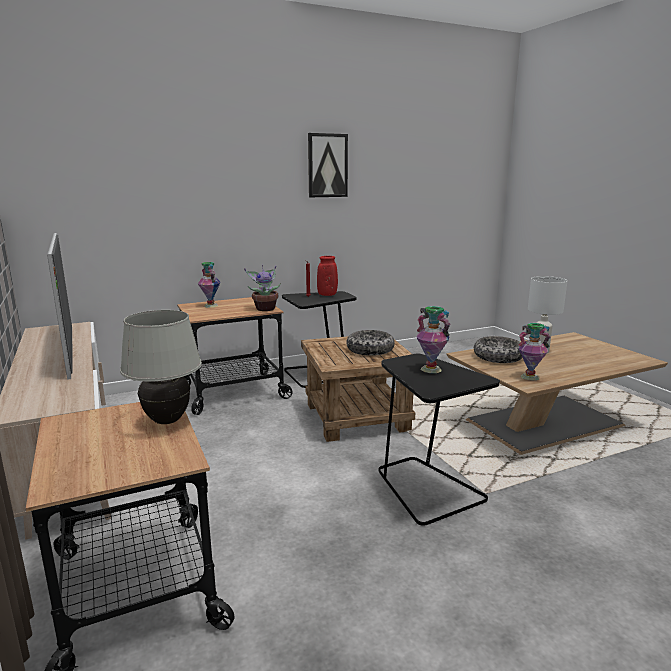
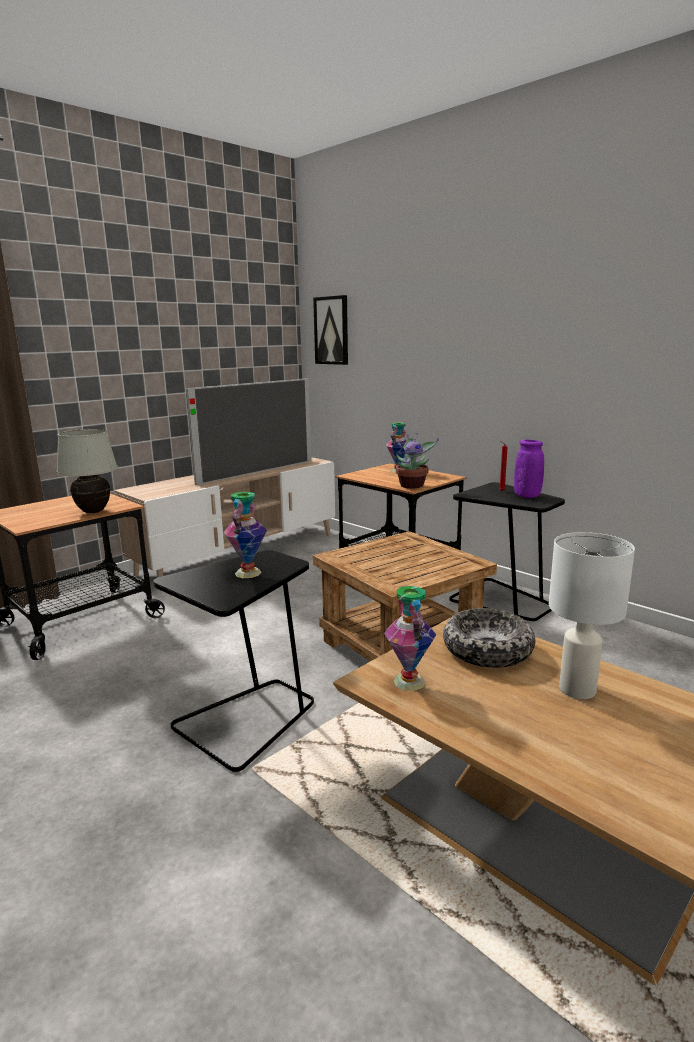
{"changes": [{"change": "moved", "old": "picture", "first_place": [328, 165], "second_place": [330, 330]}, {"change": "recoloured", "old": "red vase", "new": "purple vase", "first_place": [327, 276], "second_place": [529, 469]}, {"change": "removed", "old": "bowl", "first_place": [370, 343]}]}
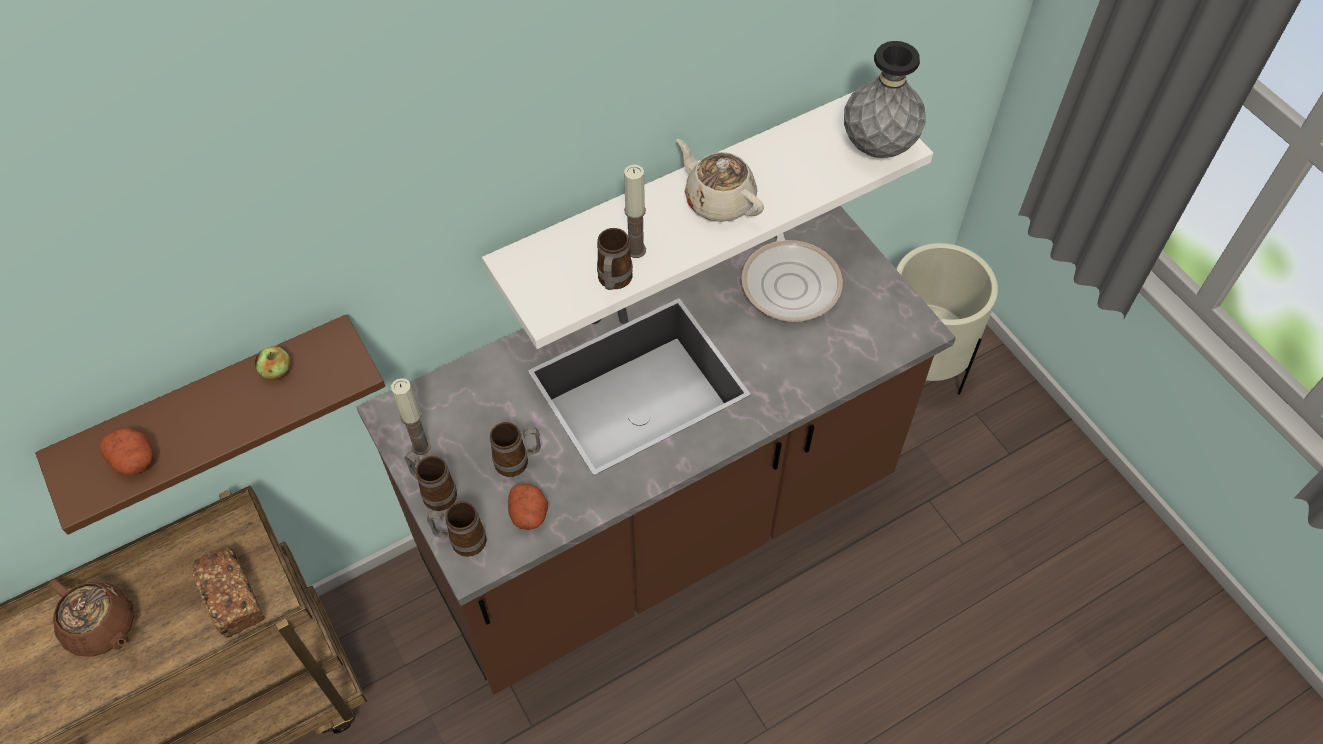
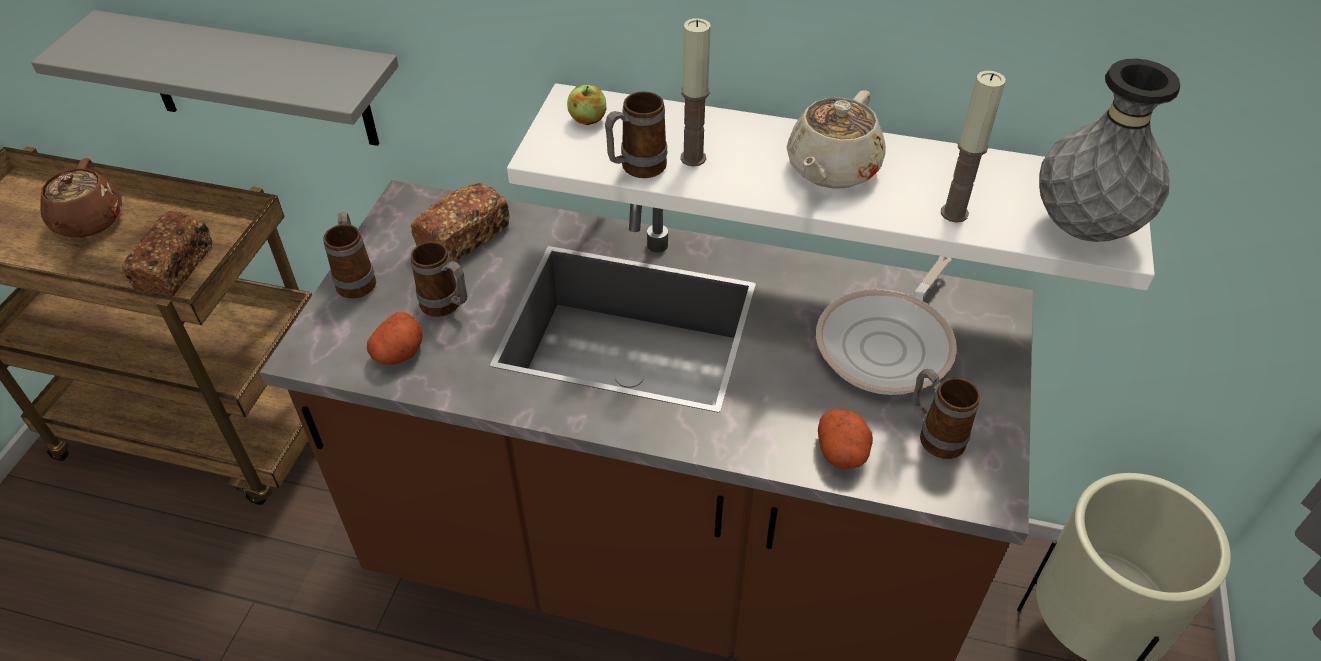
{"changes": [{"change": "recoloured", "old": "brown shelf", "new": "grey shelf", "first_place": [210, 424], "second_place": [214, 78]}, {"change": "moved", "old": "potato", "first_place": [126, 452], "second_place": [845, 439]}, {"change": "moved", "old": "apple", "first_place": [272, 363], "second_place": [587, 105]}, {"change": "moved", "old": "candle", "first_place": [411, 416], "second_place": [973, 147]}, {"change": "moved", "old": "mug", "first_place": [457, 529], "second_place": [945, 414]}, {"change": "turned", "old": "beige teapot", "first_place": [720, 180], "second_place": [836, 139], "degrees": -150}, {"change": "added", "new": "bread", "second_place": [460, 222]}]}
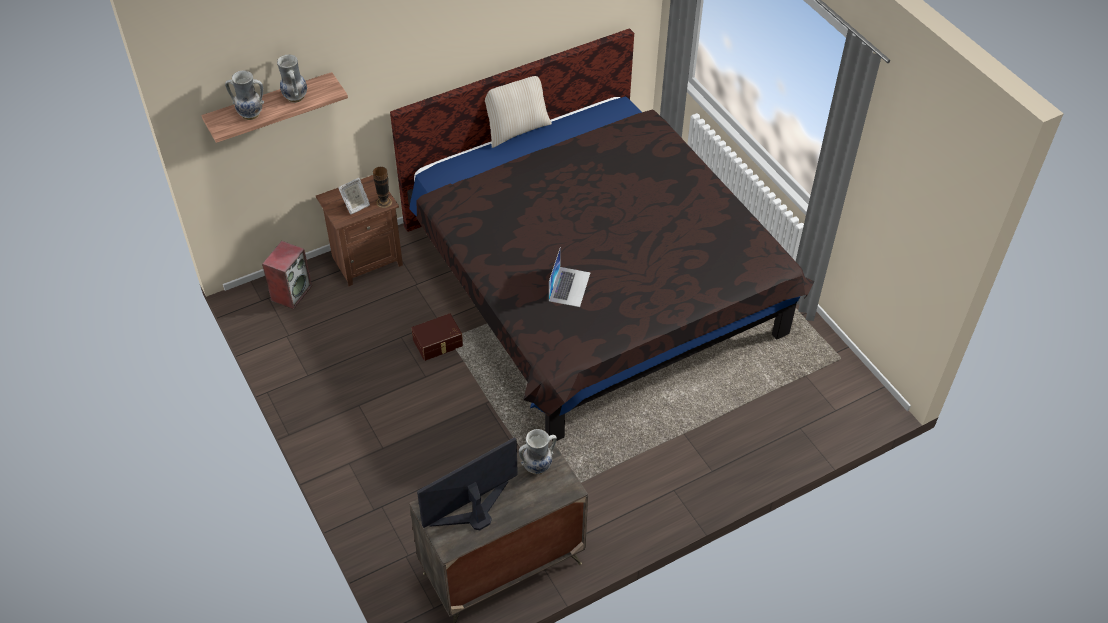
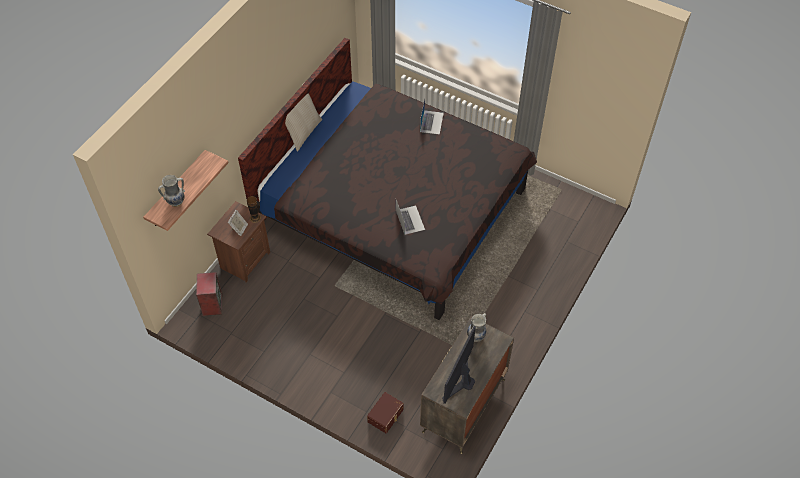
{"changes": [{"change": "removed", "old": "vase", "first_place": [292, 79]}, {"change": "moved", "old": "brown storage box", "first_place": [437, 337], "second_place": [385, 412]}, {"change": "added", "new": "laptop", "second_place": [432, 117]}]}
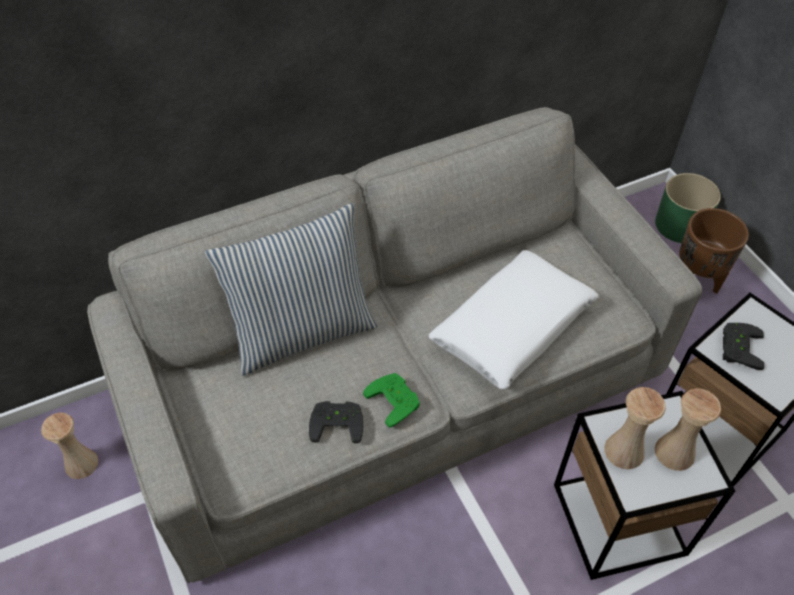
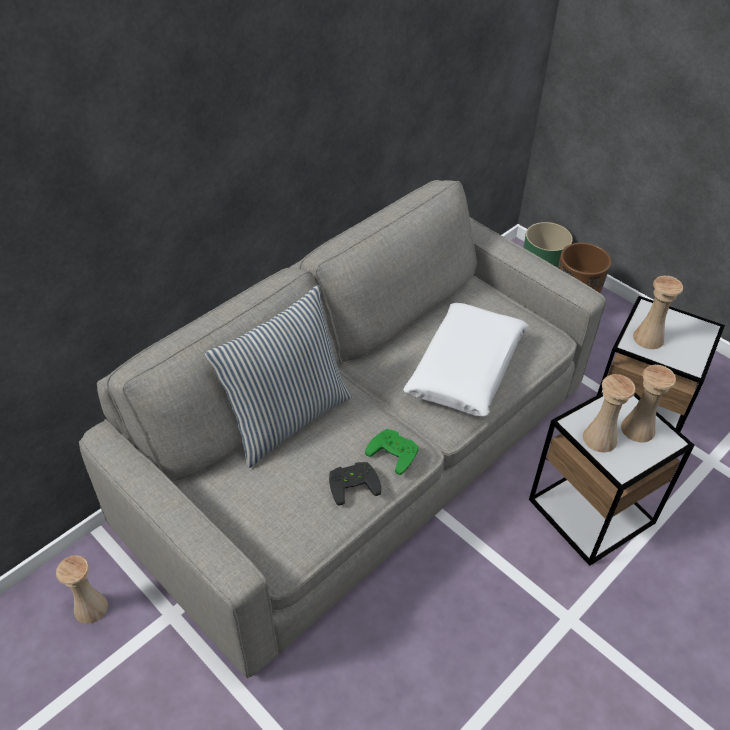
{"changes": [{"change": "replaced", "old": "black game controller", "new": "beige vase", "first_place": [743, 346], "second_place": [658, 312]}]}
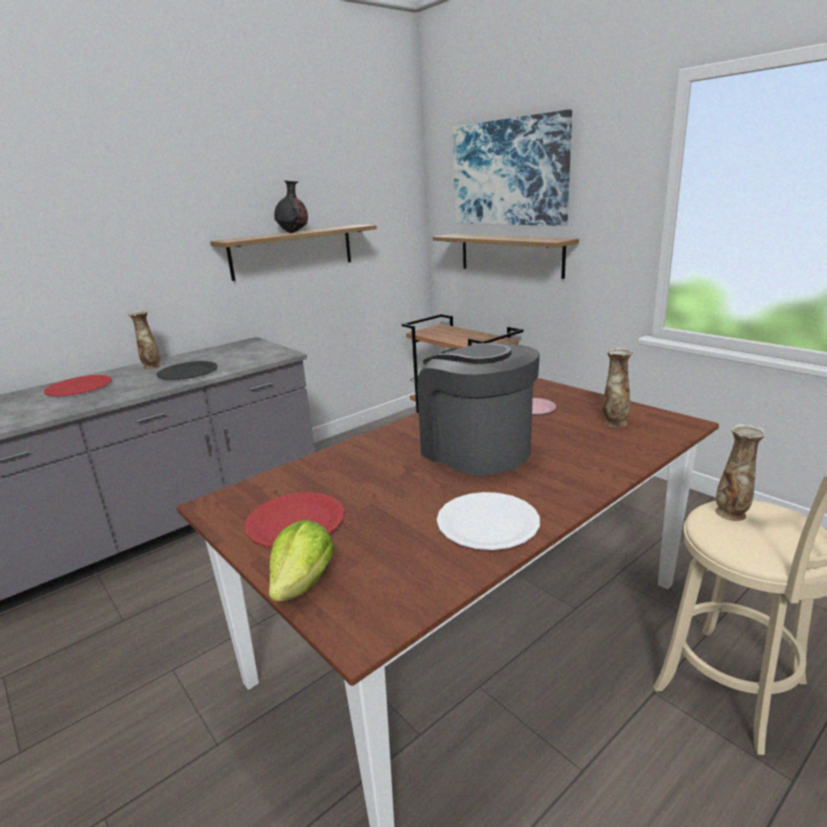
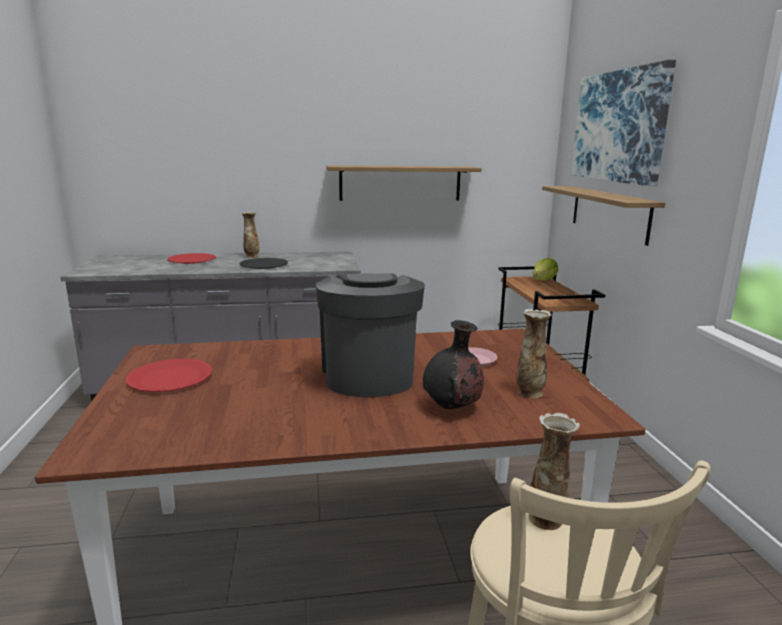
{"changes": [{"change": "moved", "old": "lettuce", "first_place": [302, 560], "second_place": [545, 269]}, {"change": "moved", "old": "black vase", "first_place": [291, 206], "second_place": [453, 364]}, {"change": "removed", "old": "white plate", "first_place": [488, 521]}]}
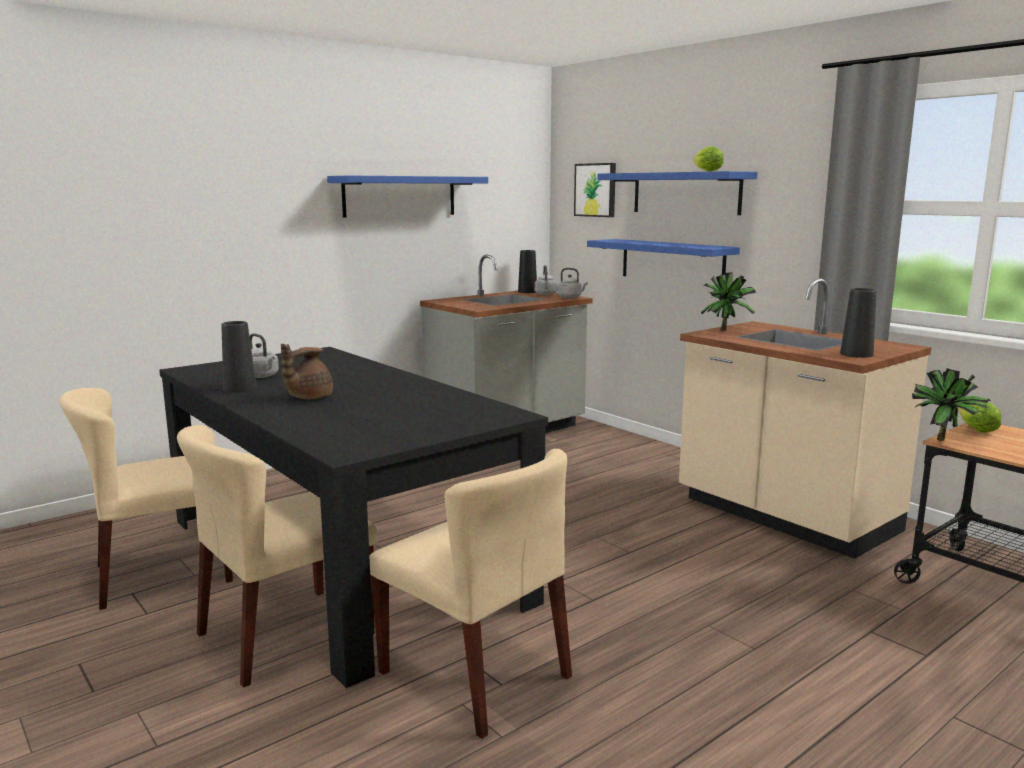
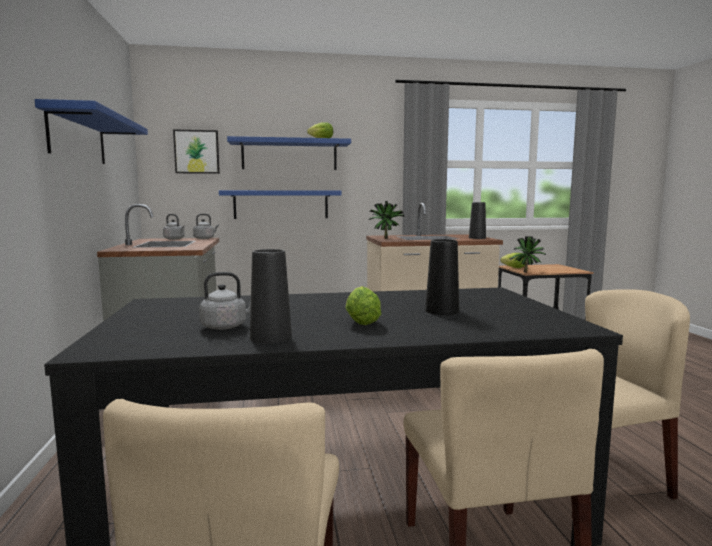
{"changes": [{"change": "replaced", "old": "brown teapot", "new": "lettuce", "first_place": [307, 371], "second_place": [363, 305]}, {"change": "moved", "old": "black vase", "first_place": [527, 271], "second_place": [442, 277]}]}
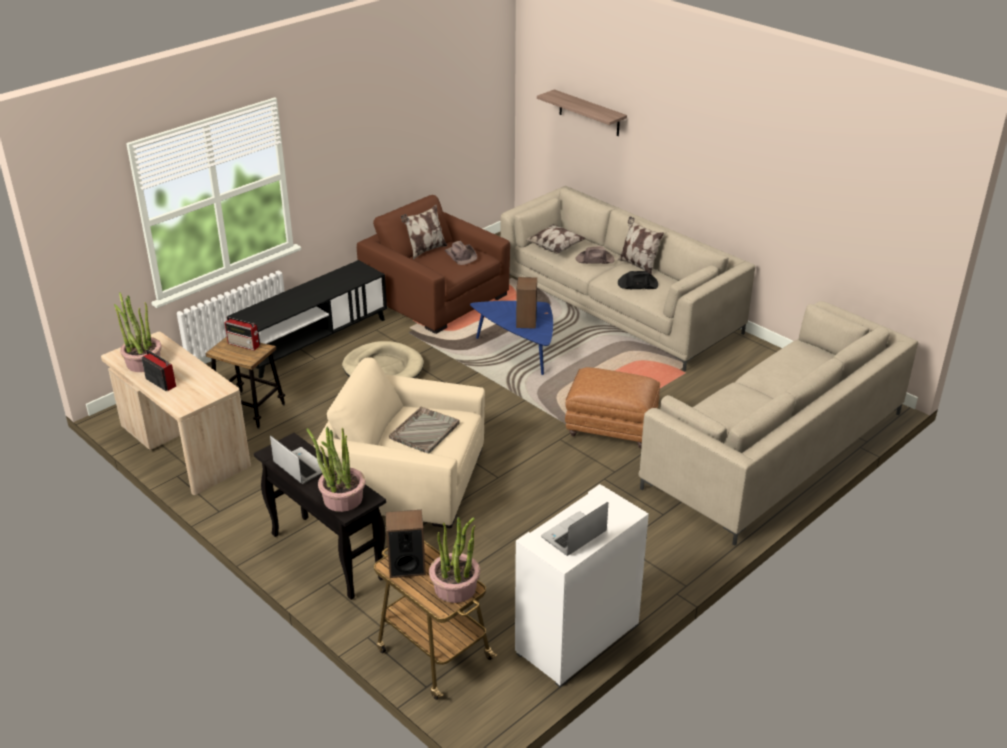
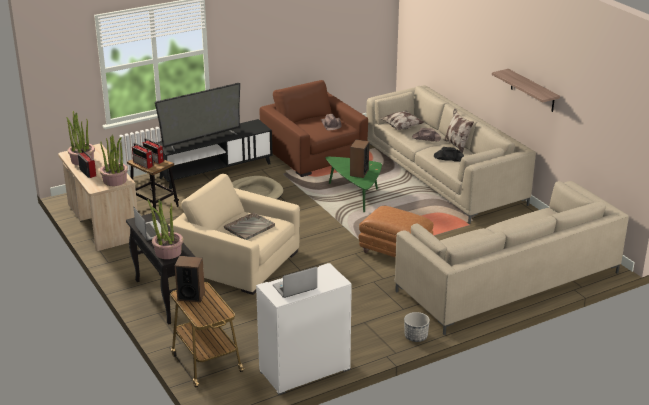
{"changes": [{"change": "removed", "old": "pillow", "first_place": [424, 231]}, {"change": "moved", "old": "potted plant", "first_place": [454, 560], "second_place": [114, 160]}, {"change": "recoloured", "old": "blue coffee table", "new": "green coffee table", "first_place": [511, 338], "second_place": [353, 184]}, {"change": "moved", "old": "shelf", "first_place": [582, 112], "second_place": [526, 90]}, {"change": "added", "new": "radio", "second_place": [143, 156]}, {"change": "added", "new": "television", "second_place": [197, 117]}, {"change": "added", "new": "planter", "second_place": [417, 327]}]}
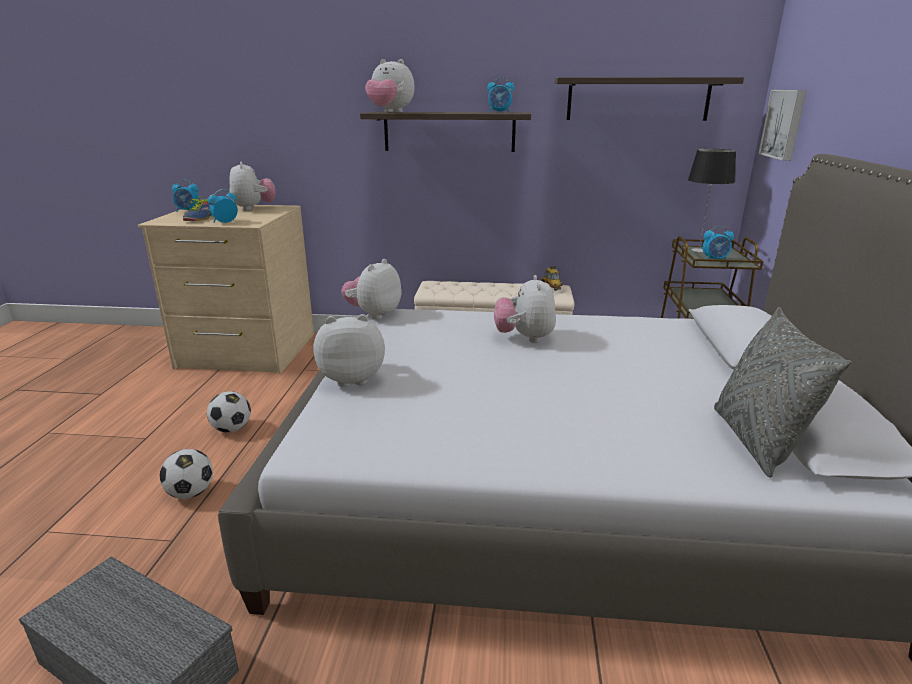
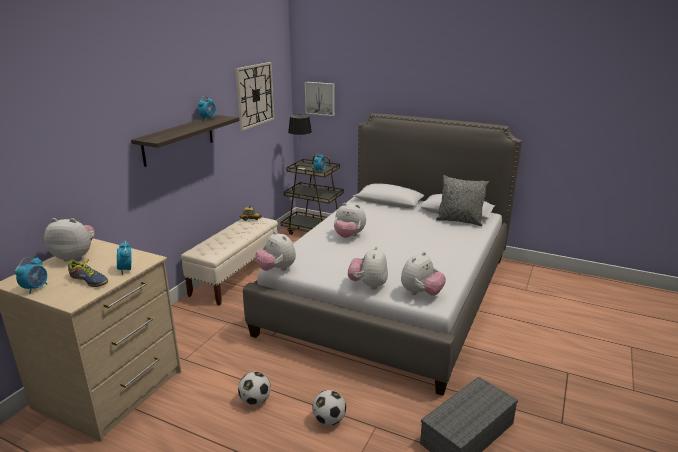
{"changes": [{"change": "moved", "old": "plush toy", "first_place": [389, 85], "second_place": [423, 274]}, {"change": "replaced", "old": "shelf", "new": "wall clock", "first_place": [649, 99], "second_place": [254, 96]}]}
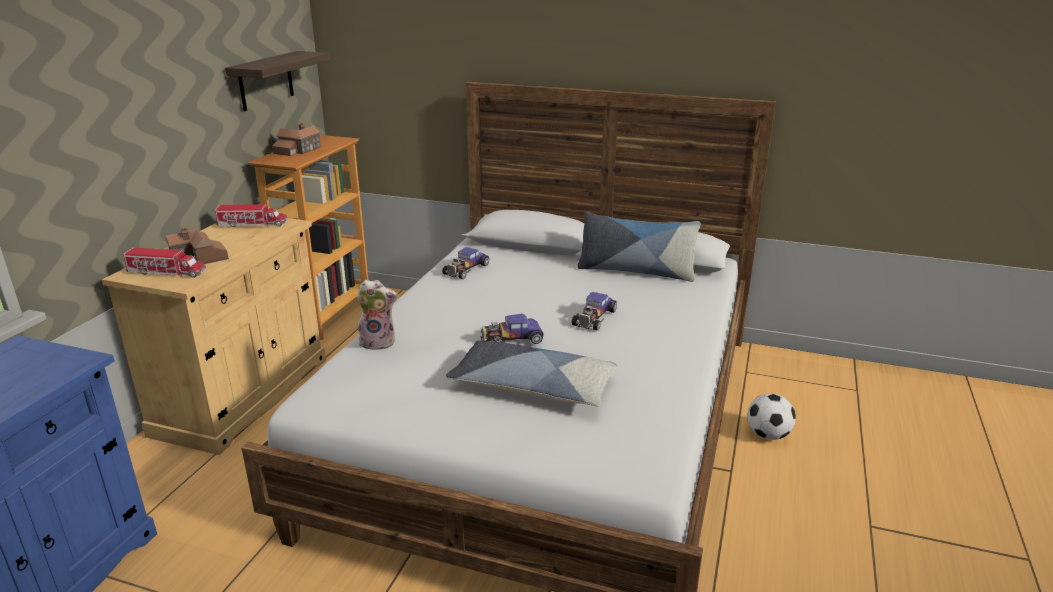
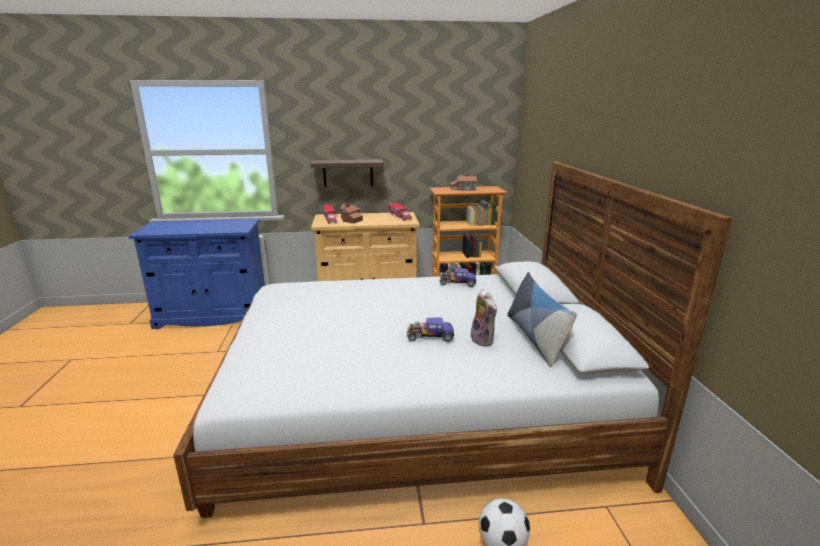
{"changes": [{"change": "moved", "old": "shelf", "first_place": [277, 81], "second_place": [347, 173]}, {"change": "moved", "old": "plush toy", "first_place": [377, 315], "second_place": [484, 317]}, {"change": "removed", "old": "pillow", "first_place": [531, 373]}, {"change": "removed", "old": "toy car", "first_place": [512, 329]}]}
